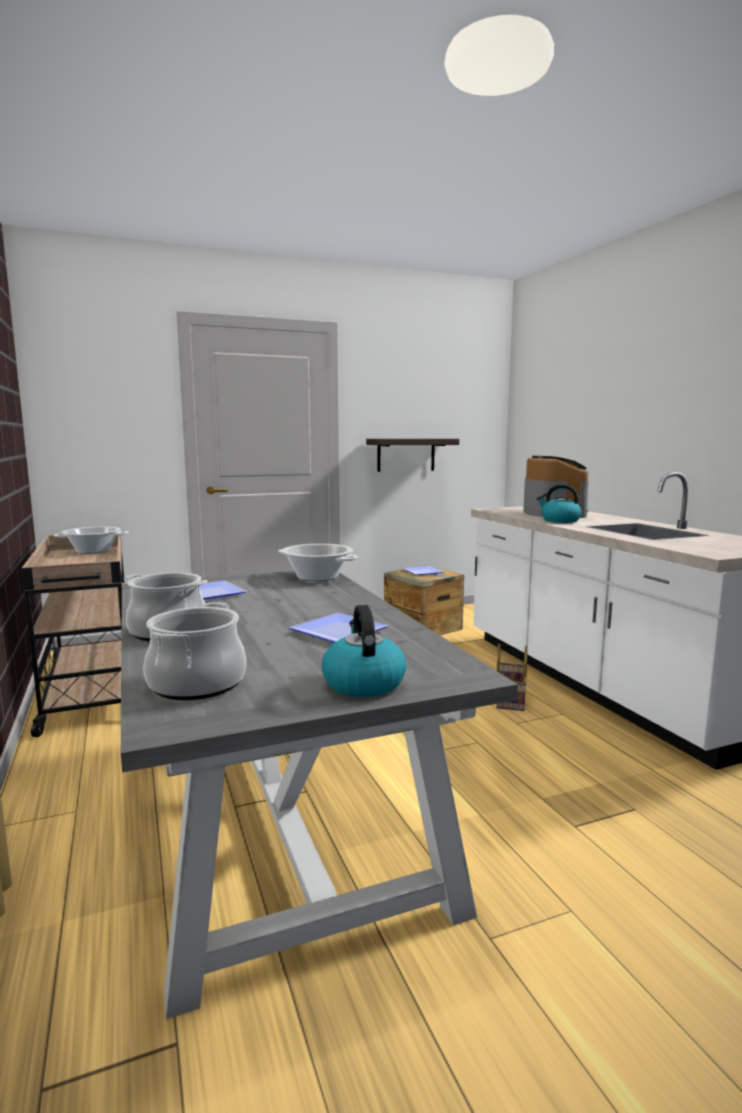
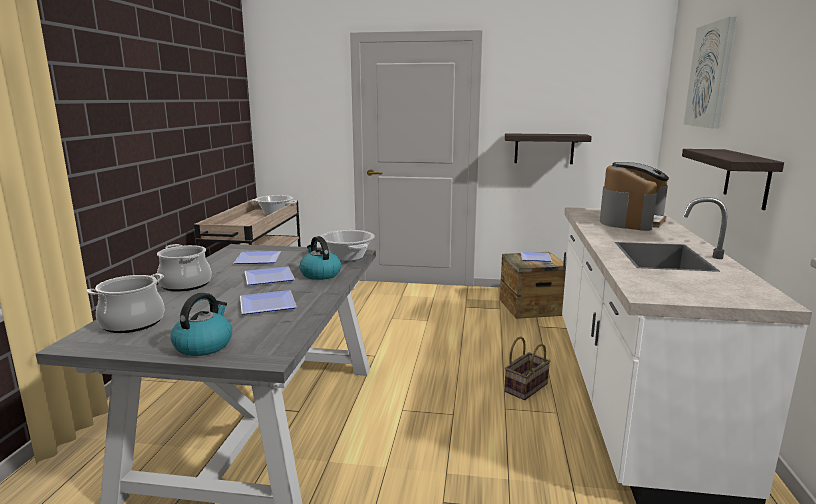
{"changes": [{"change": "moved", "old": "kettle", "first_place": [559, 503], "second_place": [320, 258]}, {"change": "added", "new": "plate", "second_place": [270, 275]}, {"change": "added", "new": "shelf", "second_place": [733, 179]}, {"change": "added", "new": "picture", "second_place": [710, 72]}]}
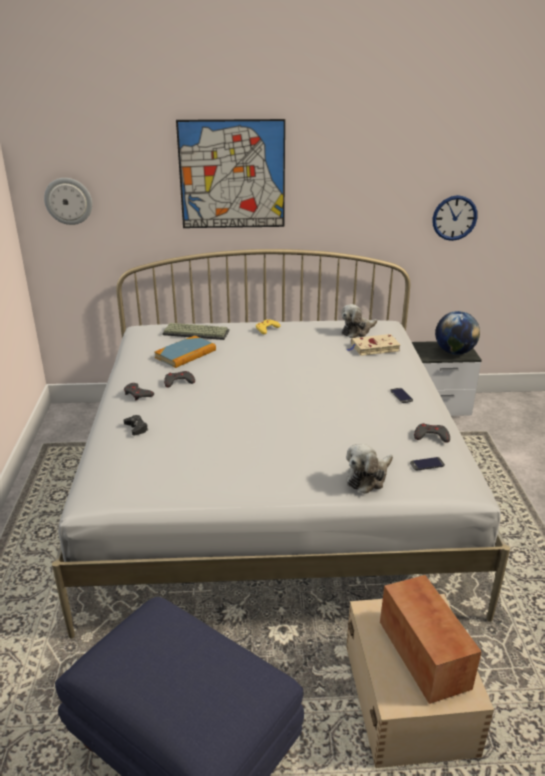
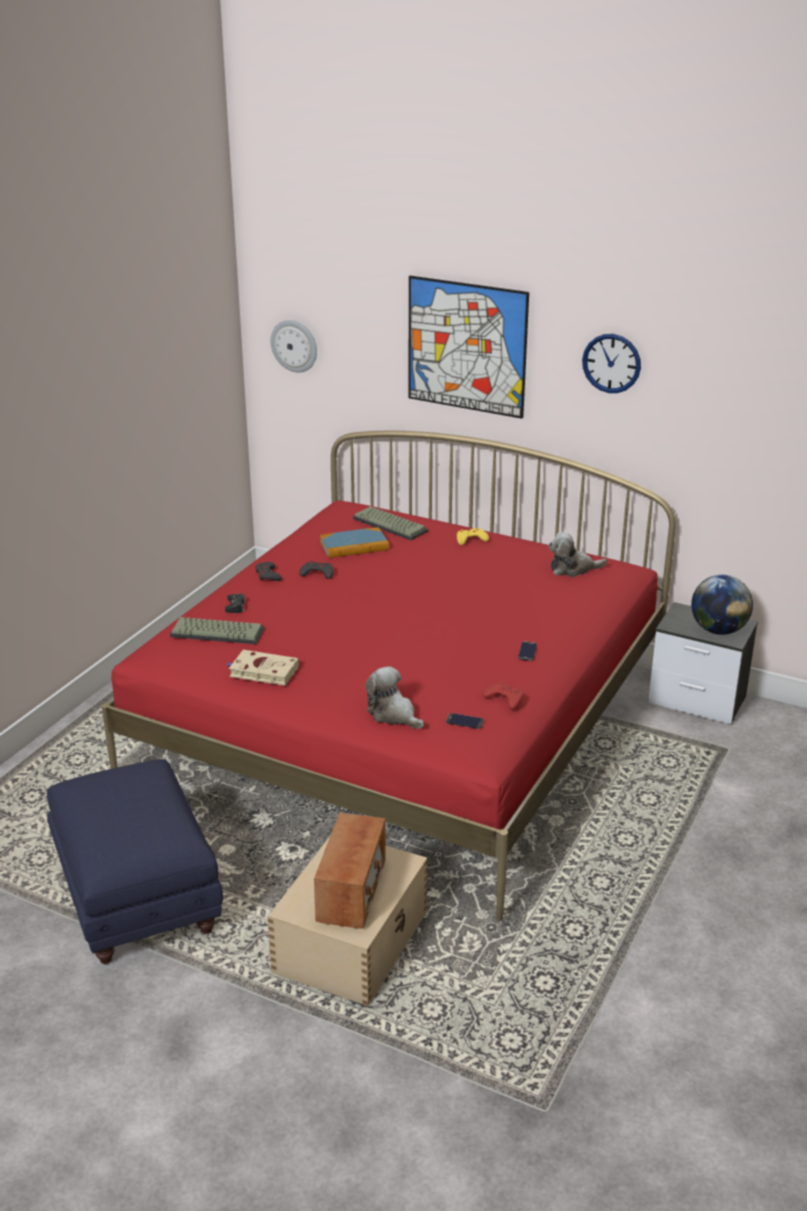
{"changes": [{"change": "recoloured", "old": "white bed", "new": "red bed", "first_place": [281, 443], "second_place": [389, 676]}, {"change": "moved", "old": "beige book", "first_place": [373, 345], "second_place": [263, 668]}, {"change": "turned", "old": "plush toy", "first_place": [369, 469], "second_place": [394, 697], "degrees": 60}, {"change": "recoloured", "old": "grey game controller", "new": "red game controller", "first_place": [432, 433], "second_place": [503, 696]}, {"change": "moved", "old": "wall clock", "first_place": [454, 218], "second_place": [611, 363]}, {"change": "added", "new": "keyboard", "second_place": [217, 630]}]}
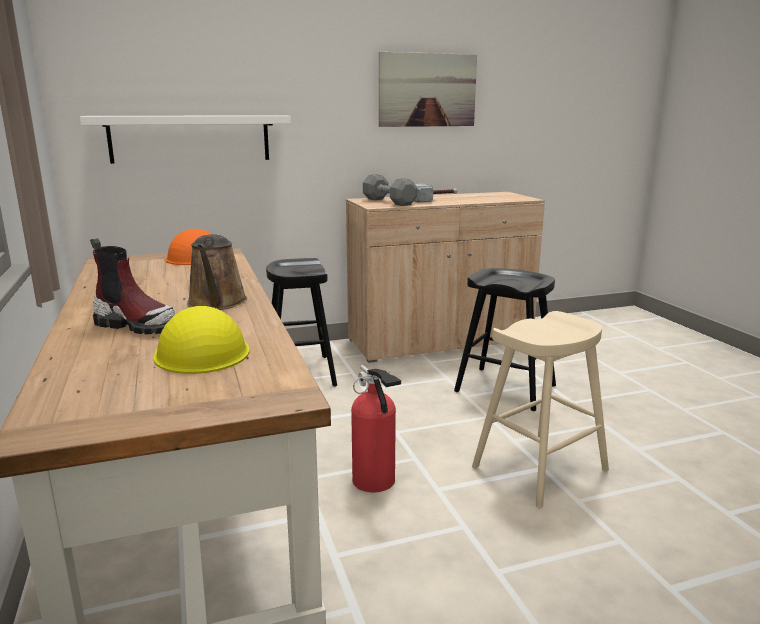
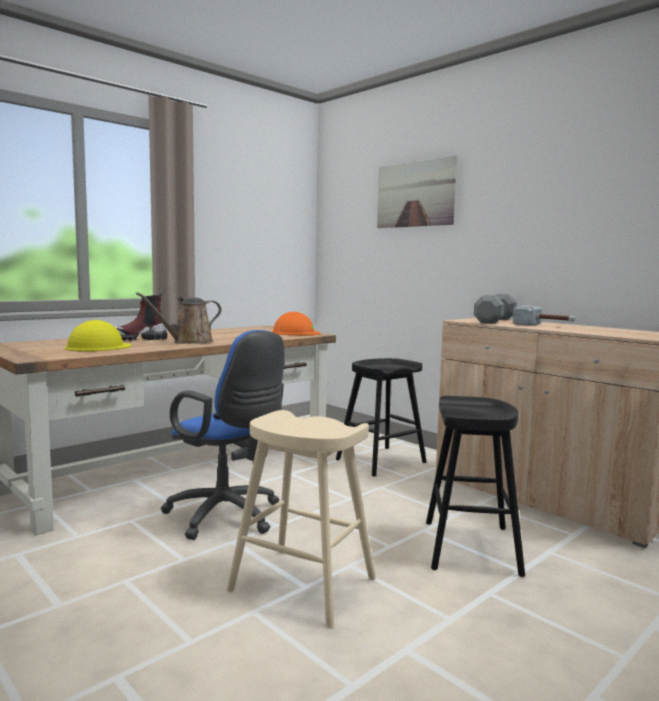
{"changes": [{"change": "removed", "old": "white shelf", "first_place": [185, 139]}, {"change": "turned", "old": "boot", "first_place": [133, 286], "second_place": [140, 316], "degrees": 60}, {"change": "replaced", "old": "fire extinguisher", "new": "blue office chair", "first_place": [376, 428], "second_place": [223, 435]}, {"change": "moved", "old": "picture", "first_place": [428, 89], "second_place": [417, 191]}]}
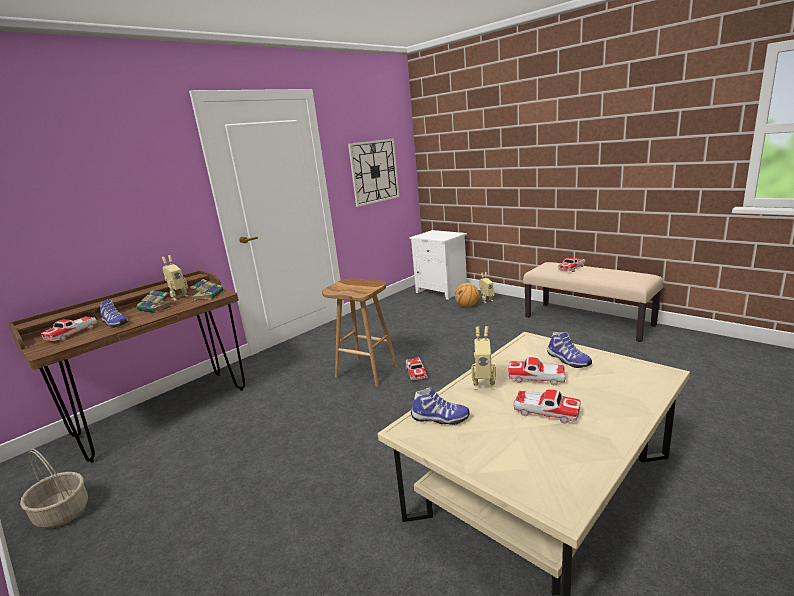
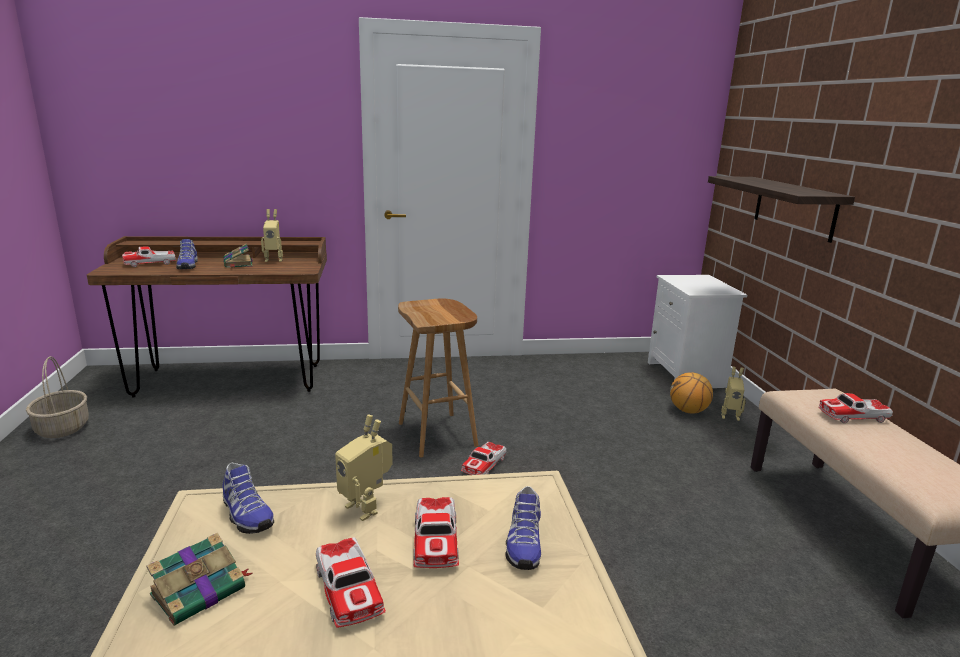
{"changes": [{"change": "moved", "old": "book", "first_place": [207, 290], "second_place": [200, 579]}, {"change": "removed", "old": "wall clock", "first_place": [373, 172]}, {"change": "turned", "old": "toy car", "first_place": [536, 371], "second_place": [436, 532], "degrees": -150}, {"change": "added", "new": "shelf", "second_place": [781, 209]}]}
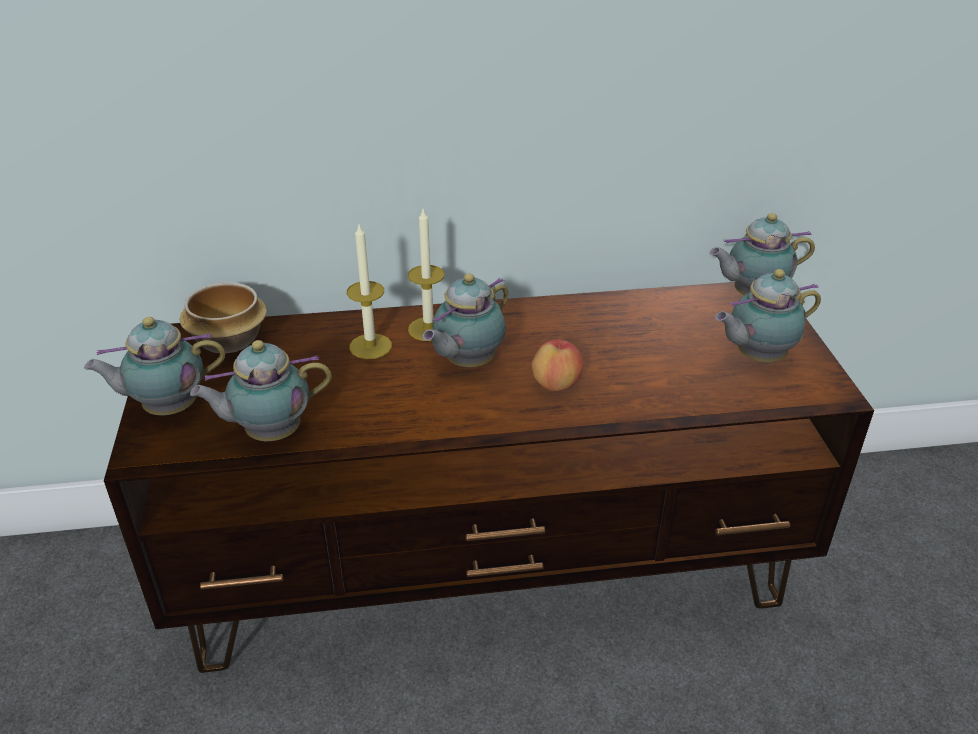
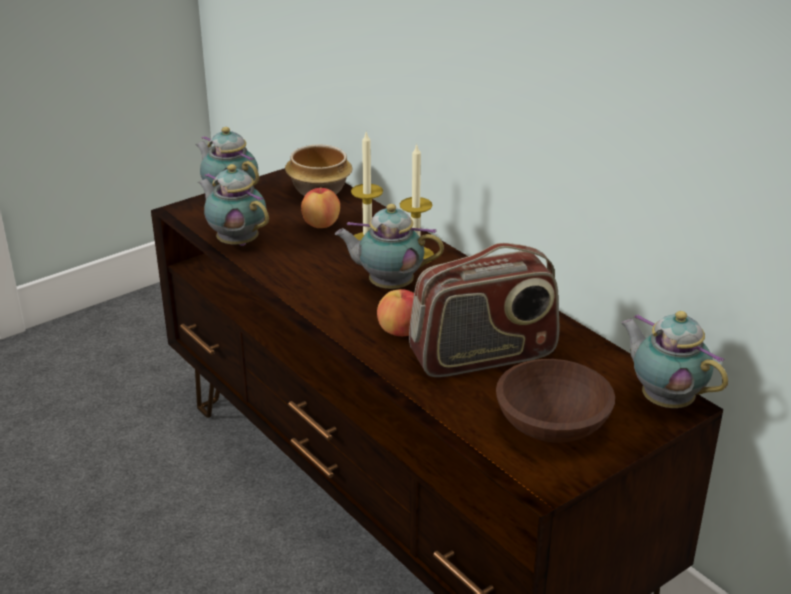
{"changes": [{"change": "replaced", "old": "teapot", "new": "brown bowl", "first_place": [768, 315], "second_place": [555, 401]}, {"change": "added", "new": "apple", "second_place": [320, 208]}, {"change": "added", "new": "radio", "second_place": [484, 310]}]}
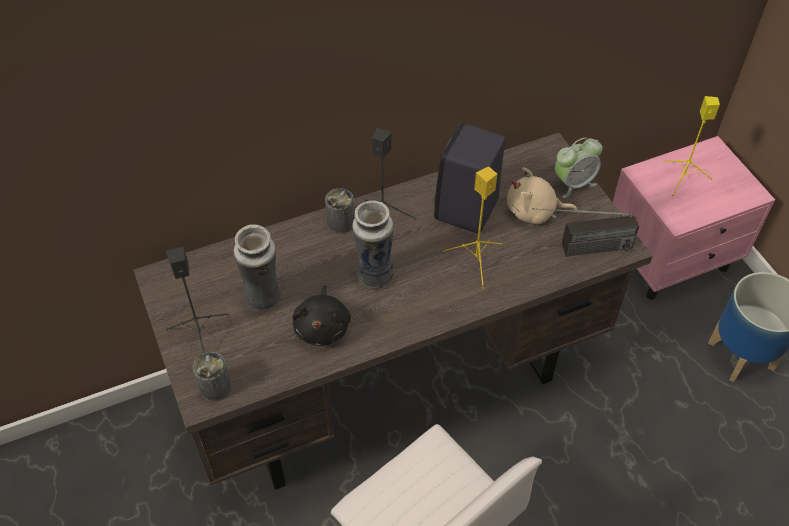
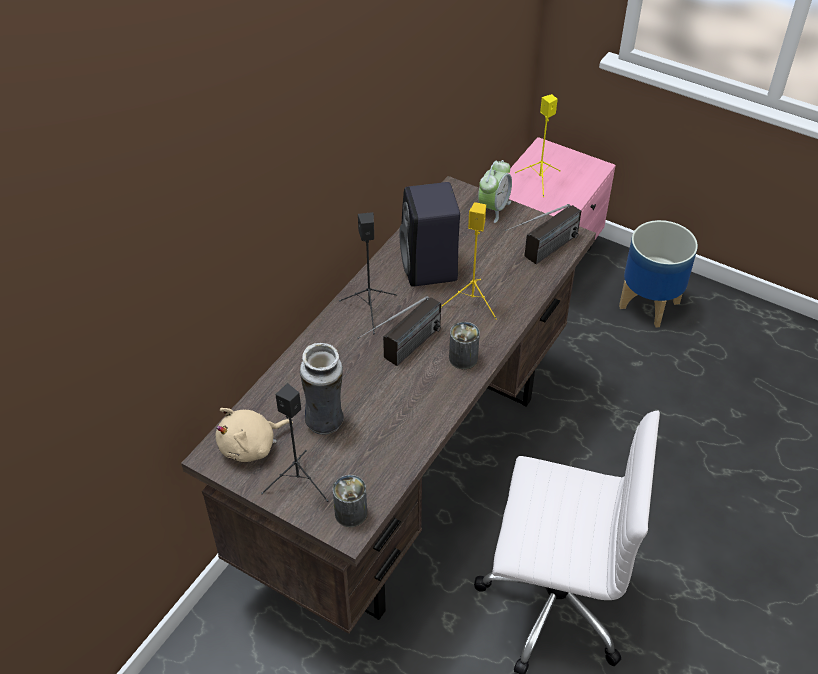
{"changes": [{"change": "removed", "old": "black plush toy", "first_place": [321, 315]}, {"change": "moved", "old": "can", "first_place": [340, 211], "second_place": [464, 345]}, {"change": "replaced", "old": "vase", "new": "radio", "first_place": [373, 244], "second_place": [399, 331]}, {"change": "moved", "old": "beige plush toy", "first_place": [542, 195], "second_place": [254, 435]}]}
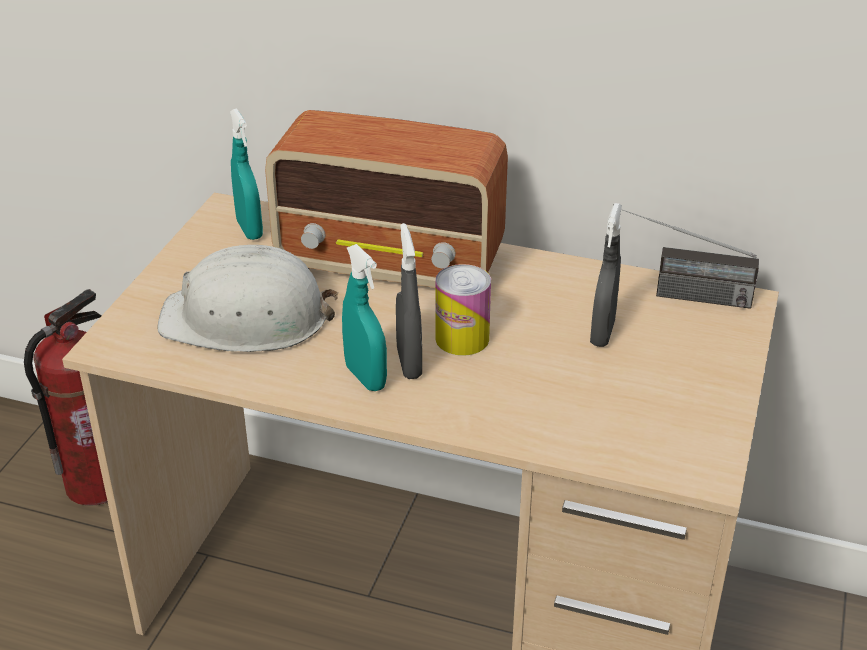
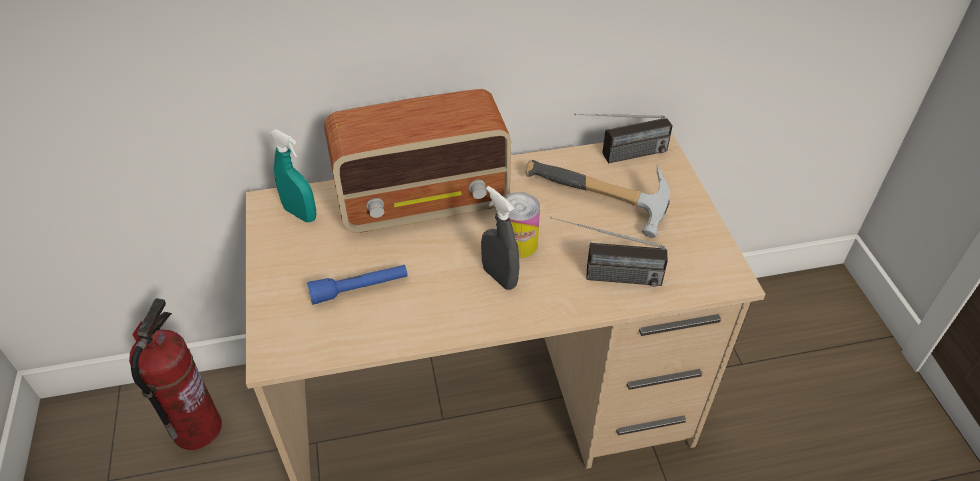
{"changes": [{"change": "replaced", "old": "white hard hat", "new": "blue flashlight", "first_place": [247, 297], "second_place": [357, 285]}, {"change": "removed", "old": "turquoise spray bottle", "first_place": [364, 317]}, {"change": "replaced", "old": "grey spray bottle", "new": "hammer", "first_place": [606, 275], "second_place": [597, 199]}, {"change": "added", "new": "radio", "second_place": [609, 252]}]}
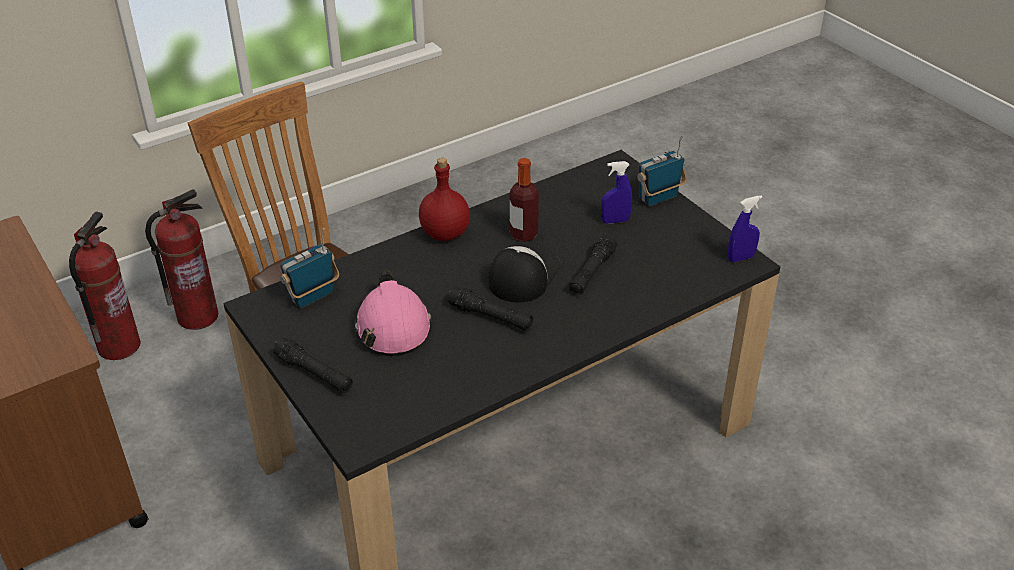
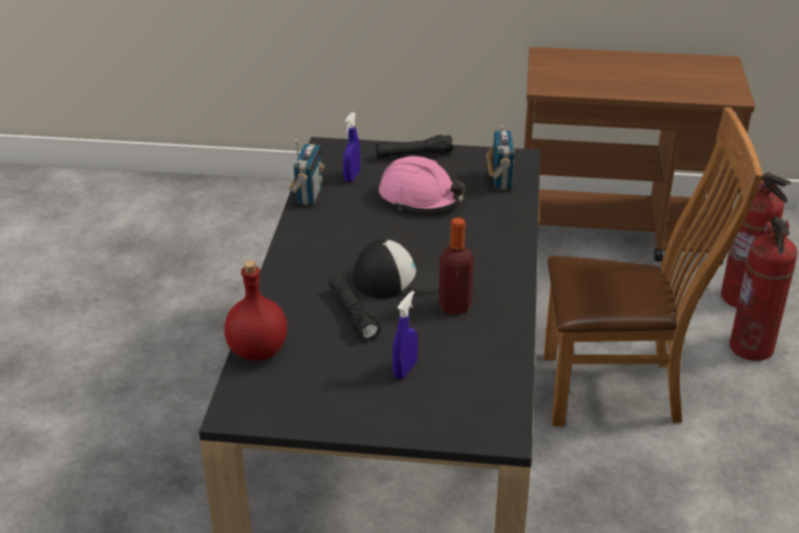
{"changes": [{"change": "moved", "old": "red bottle", "first_place": [444, 199], "second_place": [255, 310]}, {"change": "removed", "old": "black flashlight", "first_place": [490, 308]}, {"change": "turned", "old": "cap", "first_place": [524, 274], "second_place": [396, 269], "degrees": -75}, {"change": "moved", "old": "radio", "first_place": [662, 170], "second_place": [306, 172]}, {"change": "moved", "old": "blue spray bottle", "first_place": [745, 228], "second_place": [351, 147]}]}
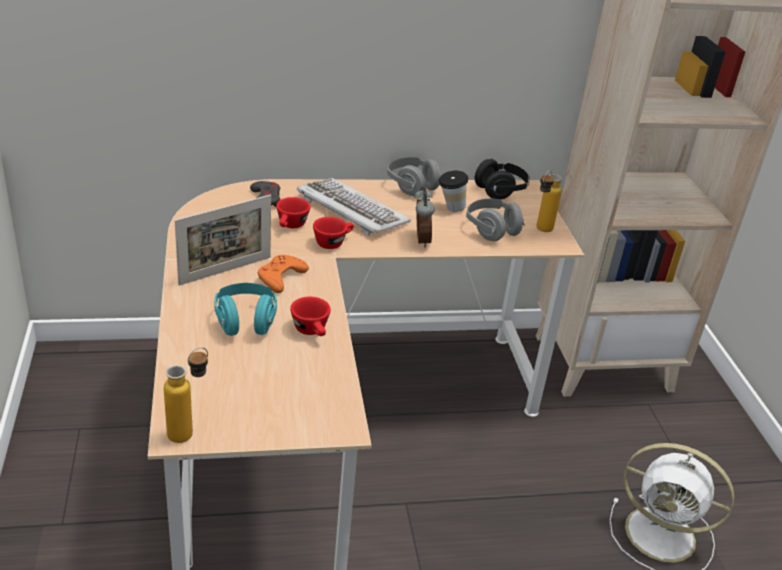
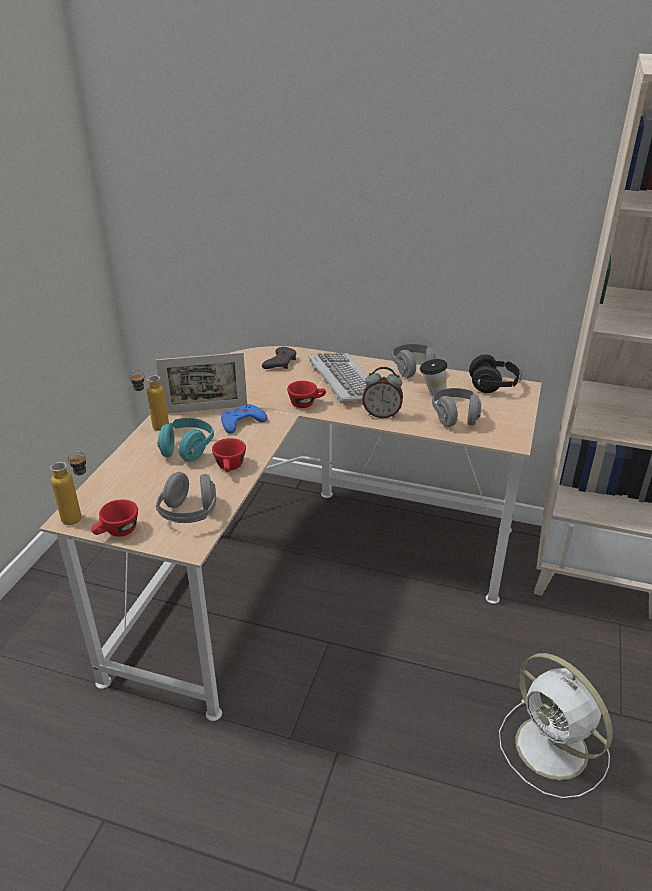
{"changes": [{"change": "recoloured", "old": "orange game controller", "new": "blue game controller", "first_place": [283, 274], "second_place": [244, 419]}, {"change": "moved", "old": "red cup", "first_place": [293, 212], "second_place": [114, 518]}, {"change": "turned", "old": "alarm clock", "first_place": [424, 217], "second_place": [382, 392], "degrees": 75}, {"change": "moved", "old": "bottle", "first_place": [549, 201], "second_place": [149, 400]}, {"change": "added", "new": "grey headphones", "second_place": [186, 497]}]}
